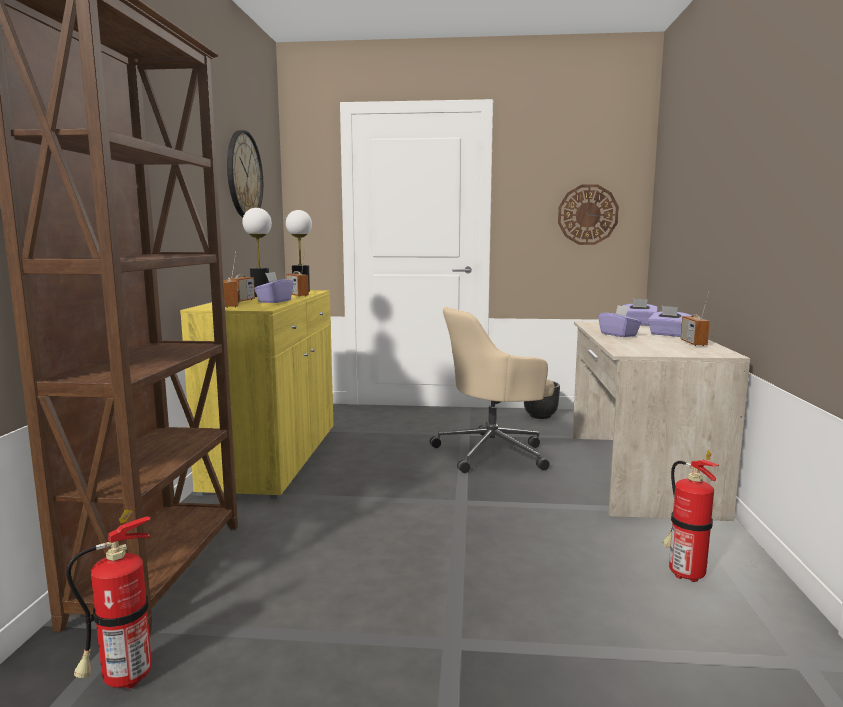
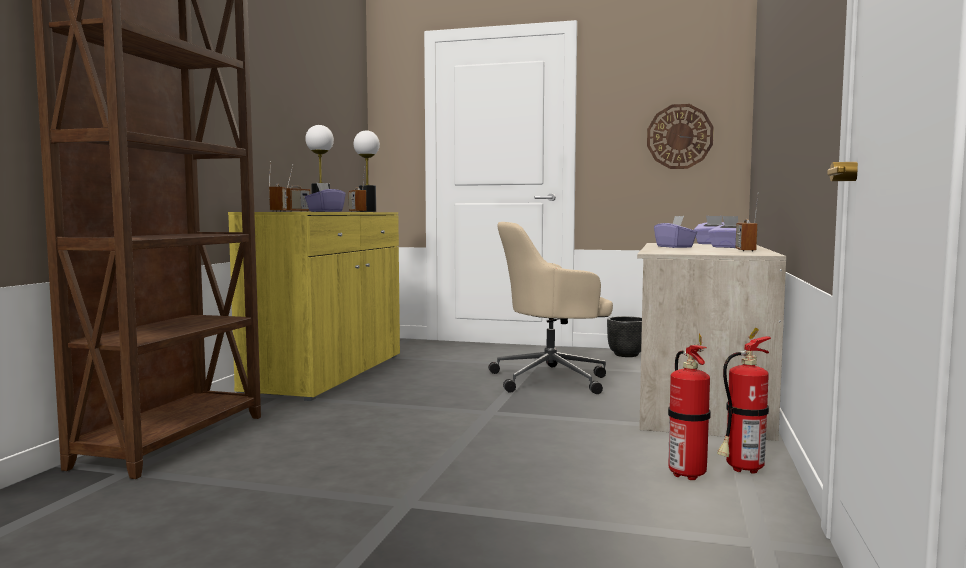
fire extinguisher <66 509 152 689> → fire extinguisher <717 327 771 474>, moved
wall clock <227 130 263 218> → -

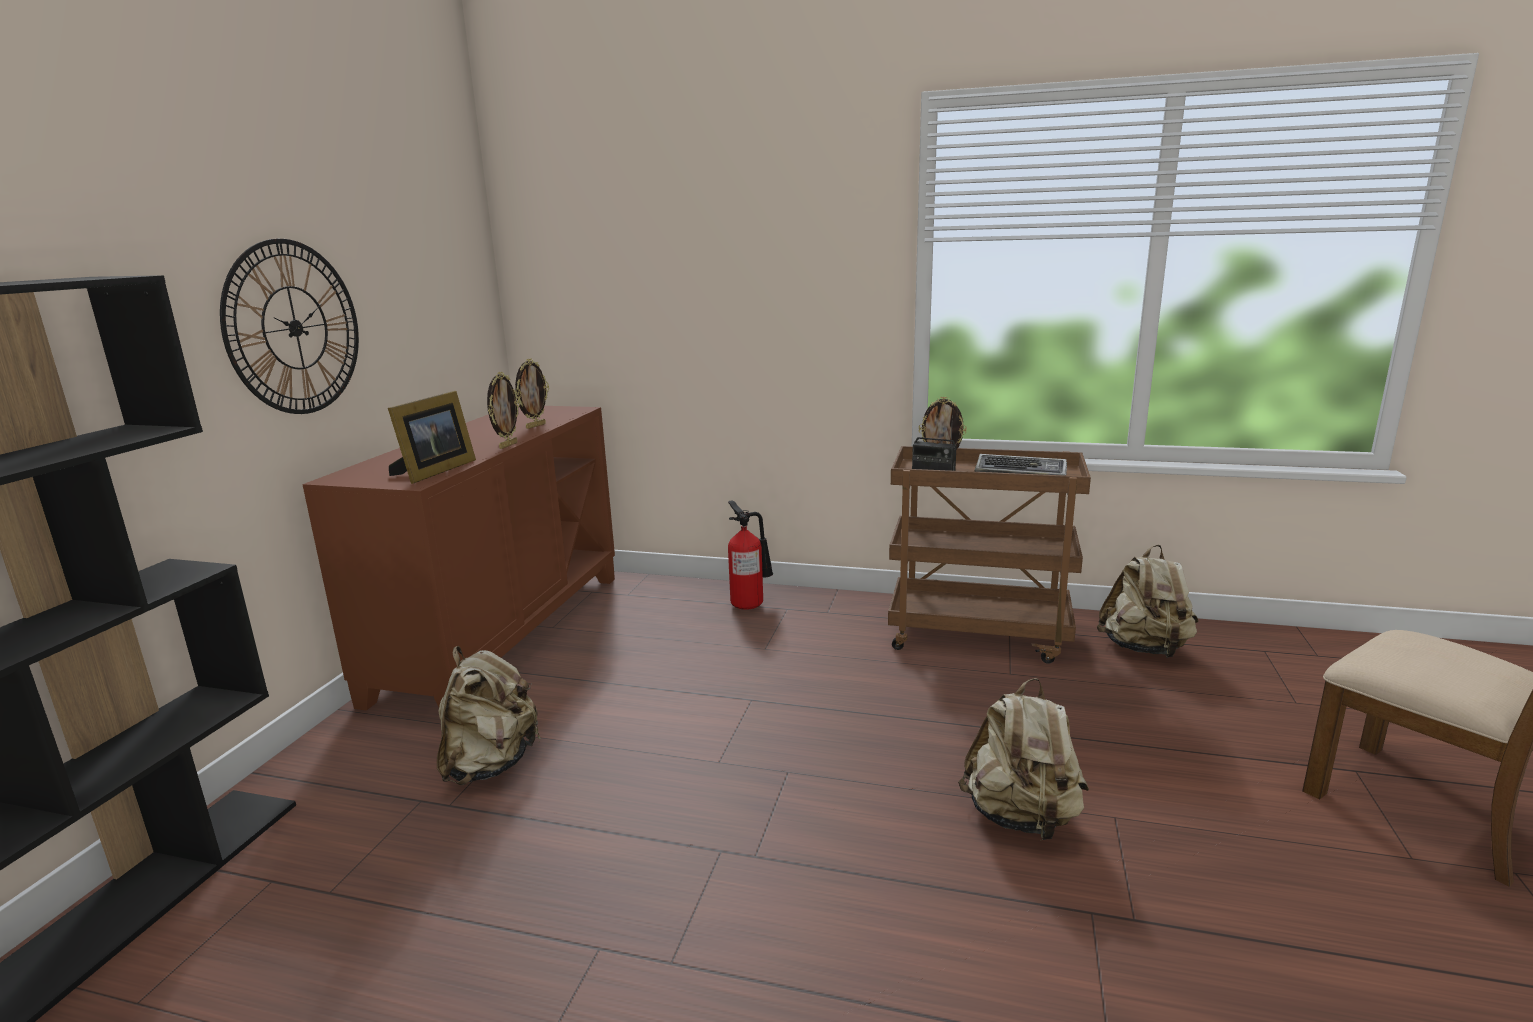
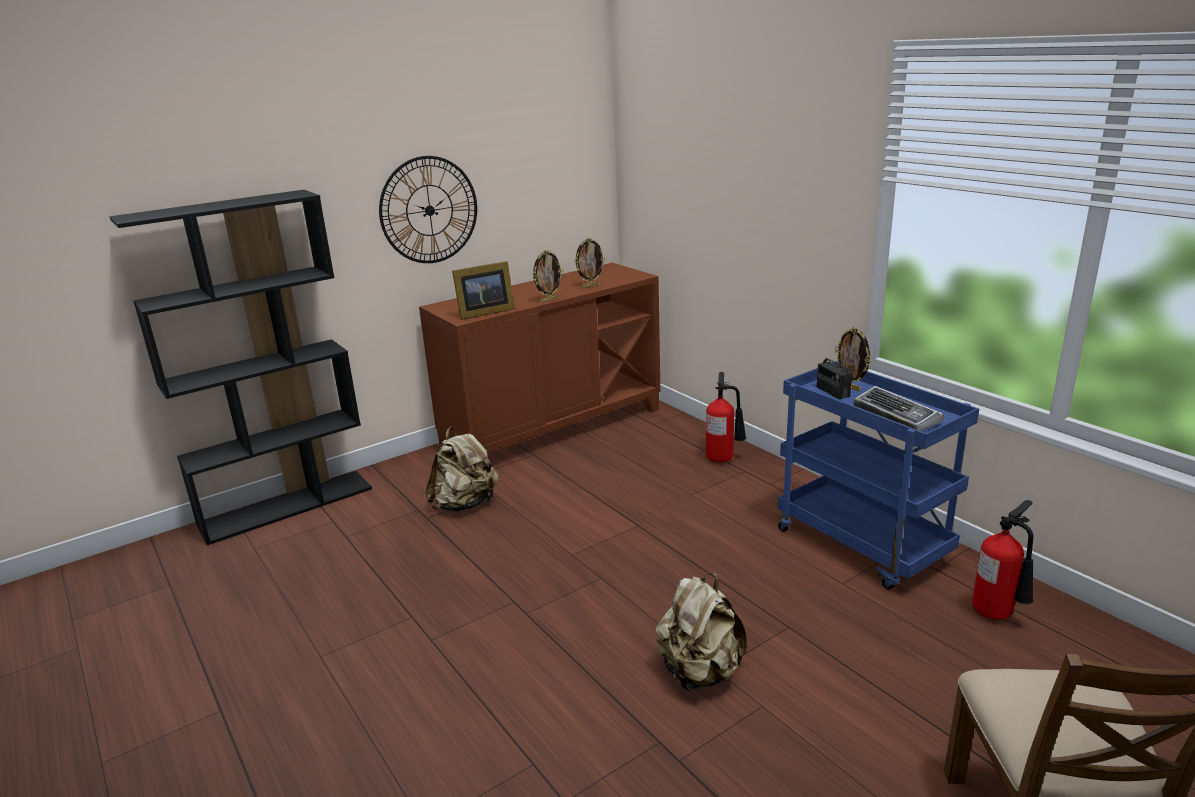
brown cart <888 446 1091 664> → blue cart <778 361 979 590>
beige backpack <1096 545 1198 658> → fire extinguisher <972 500 1034 620>

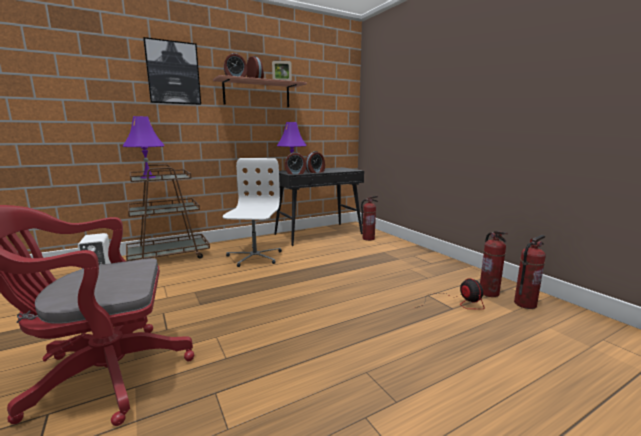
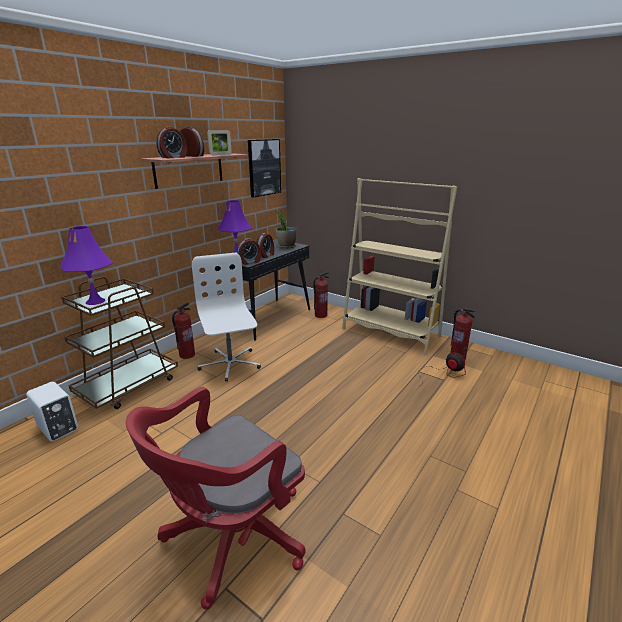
picture <143 37 201 105> → picture <248 139 281 197>, moved
fire extinguisher <514 235 546 309> → fire extinguisher <172 302 195 359>, moved
- → potted plant <276 211 296 248>
- → beige bookcase <342 178 457 355>

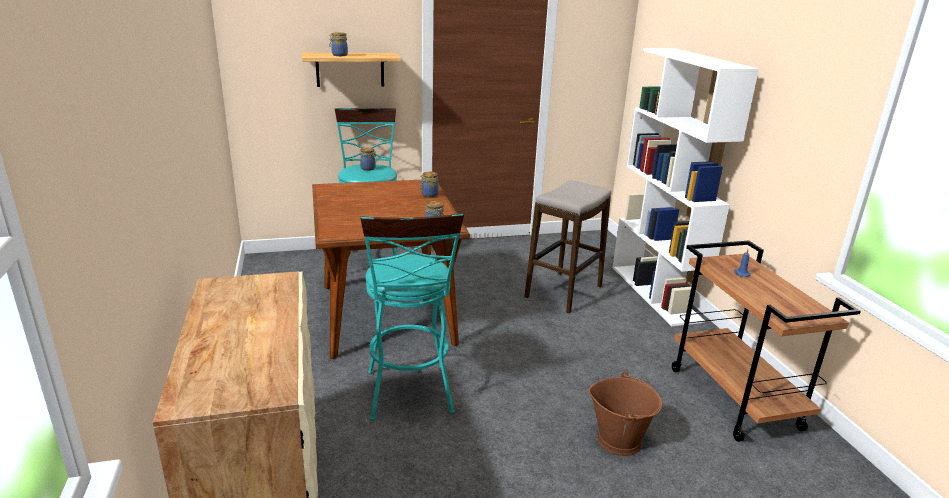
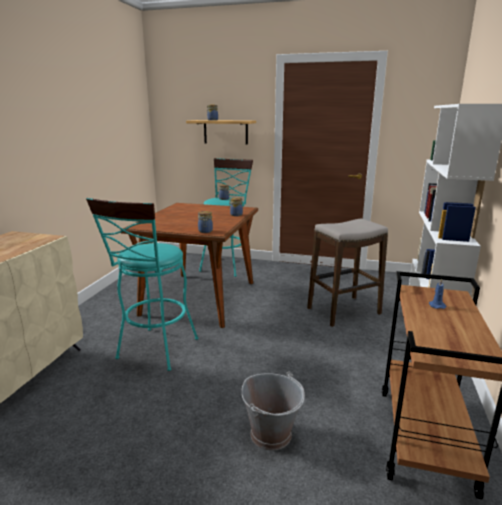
brown bucket <589 372 662 456> → grey bucket <241 372 305 451>

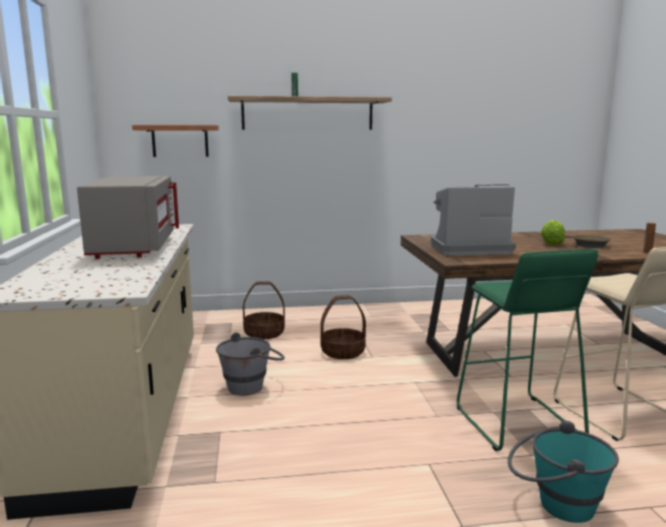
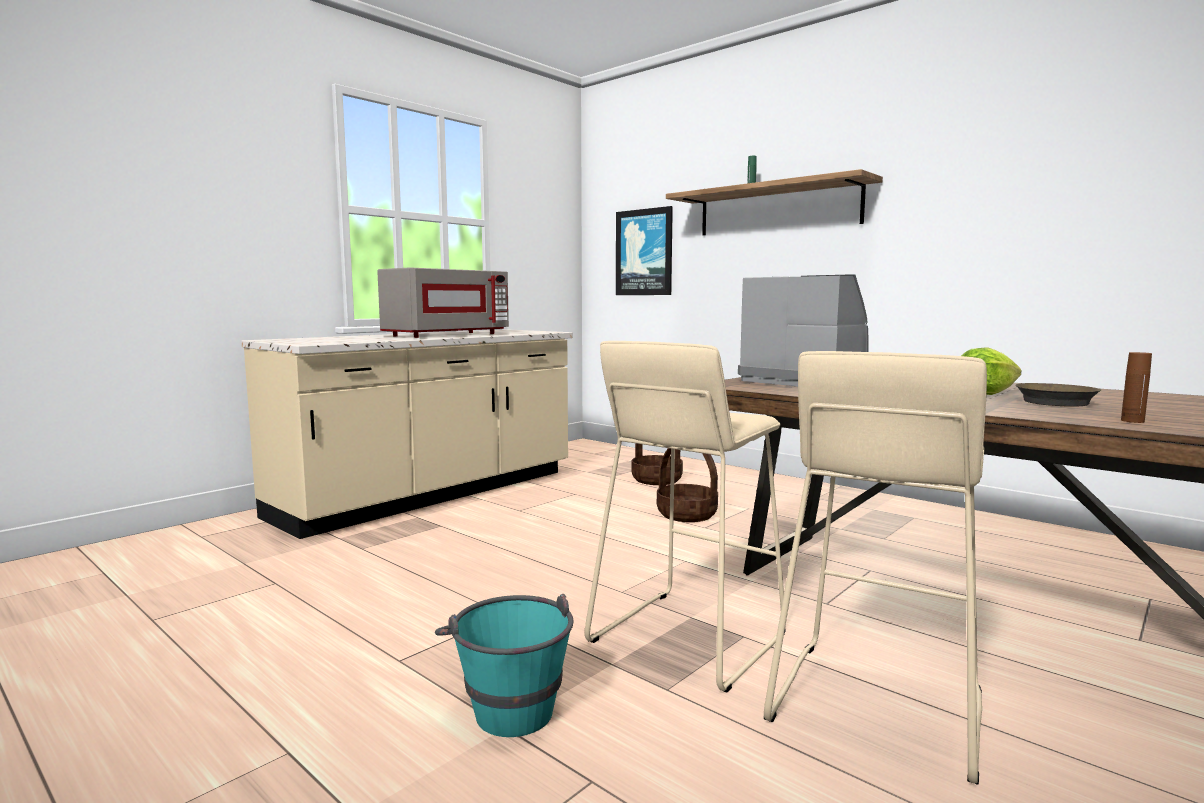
shelf <132 125 219 157> → picture <616 206 673 295>
grey bucket <216 332 285 396> → -
green stool <457 249 598 451> → beige stool <585 341 786 693>

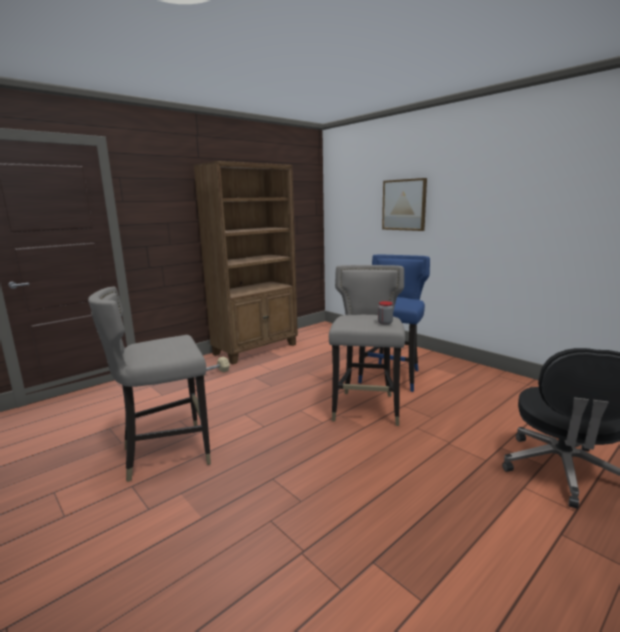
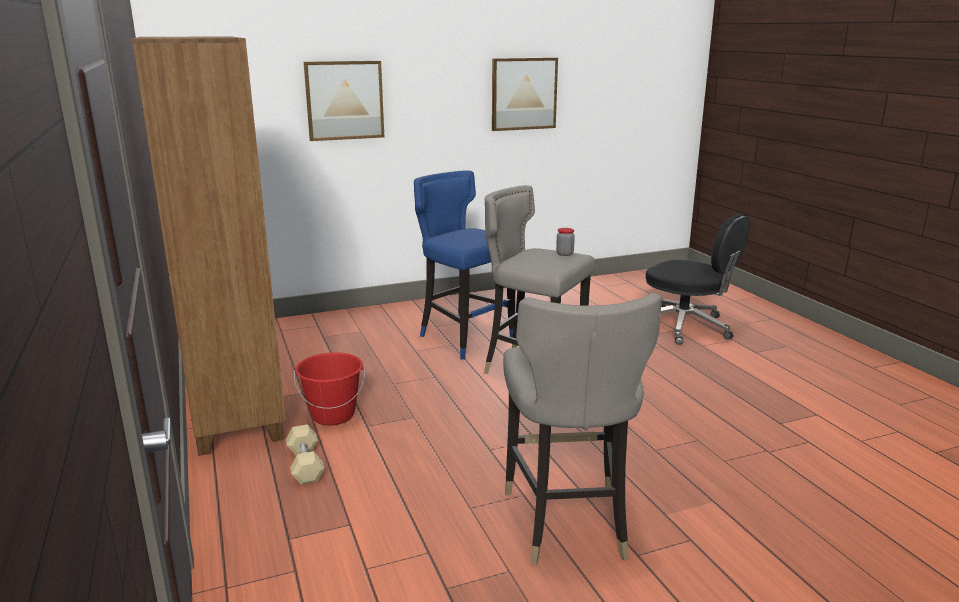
- → red bucket <294 352 365 426>
- → picture <492 57 558 131>

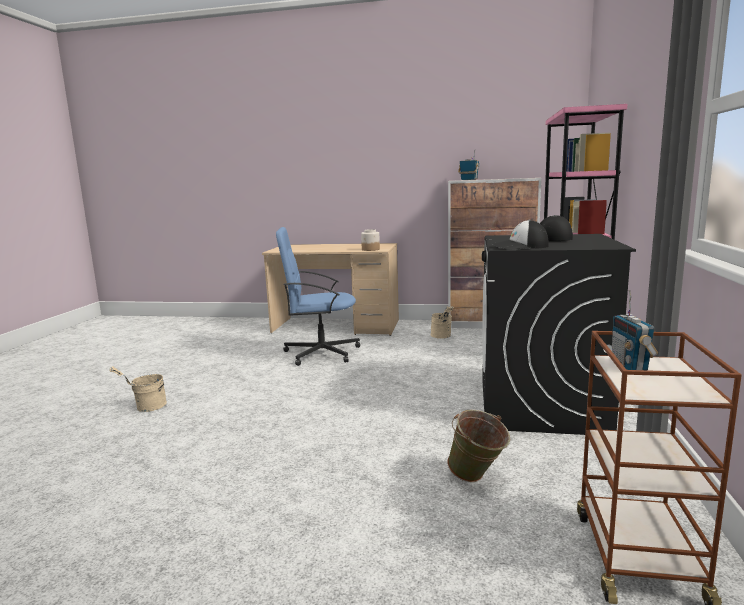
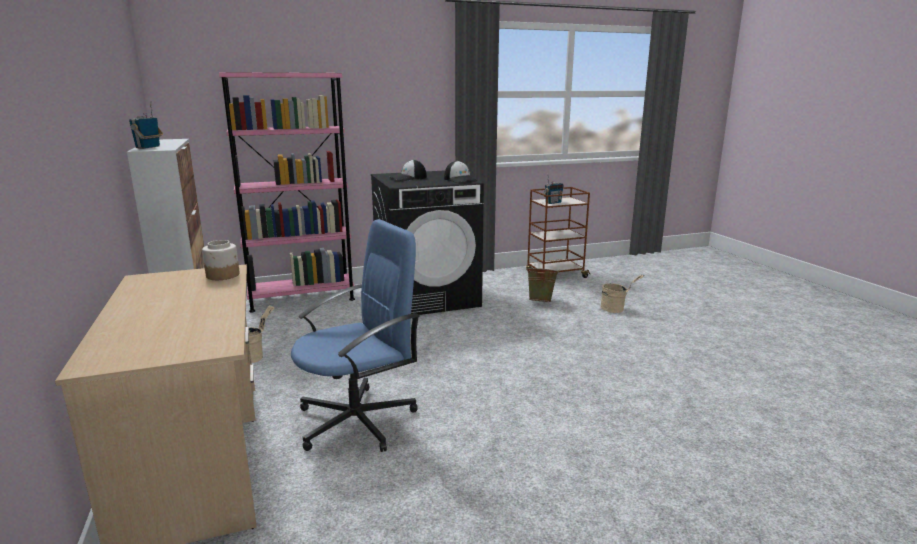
beige bucket <109 366 167 412> → beige bucket <601 274 644 313>, moved
blue office chair <276 227 360 366> → blue office chair <291 219 420 452>, 90 degrees counterclockwise

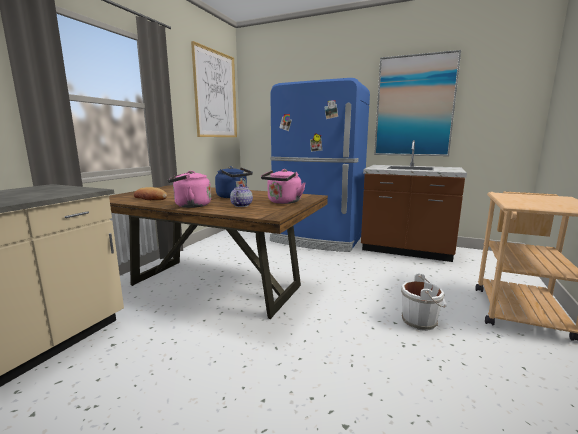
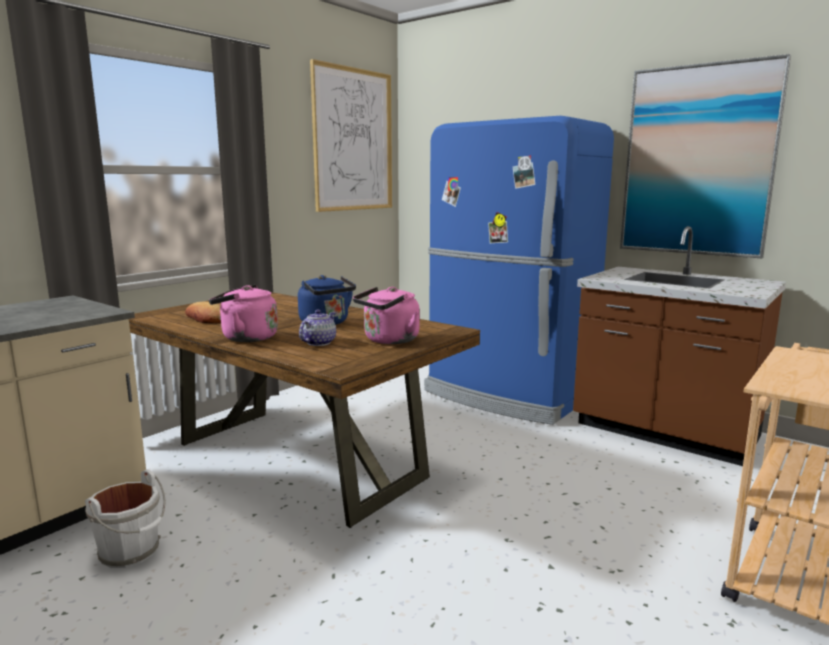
white bucket <401 273 447 331> → white bucket <85 470 166 568>, moved

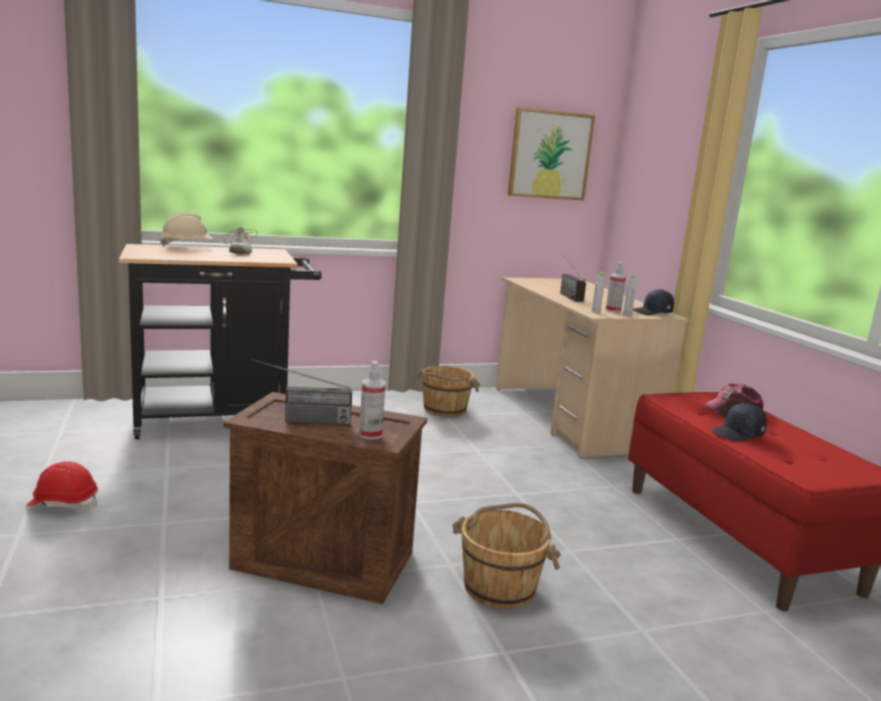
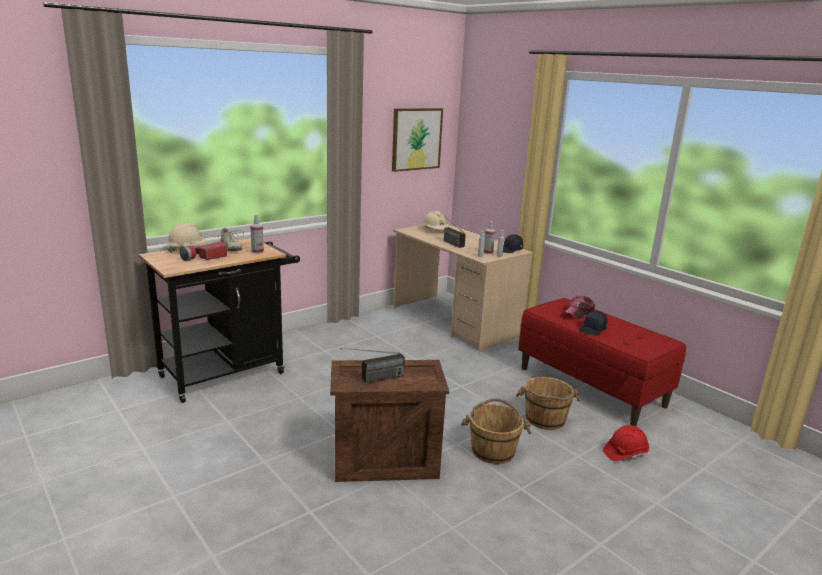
red hard hat <26 461 98 511> → red hard hat <603 425 649 461>, moved
spray bottle <359 361 386 440> → spray bottle <250 215 264 254>, moved
brown bucket <416 366 480 417> → brown bucket <516 377 580 430>, moved
- → flashlight <179 241 227 261>
- → beige hard hat <423 211 449 229>

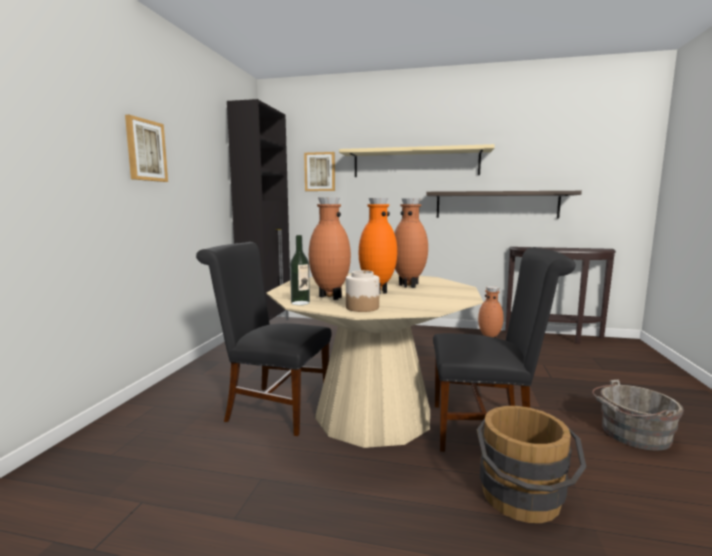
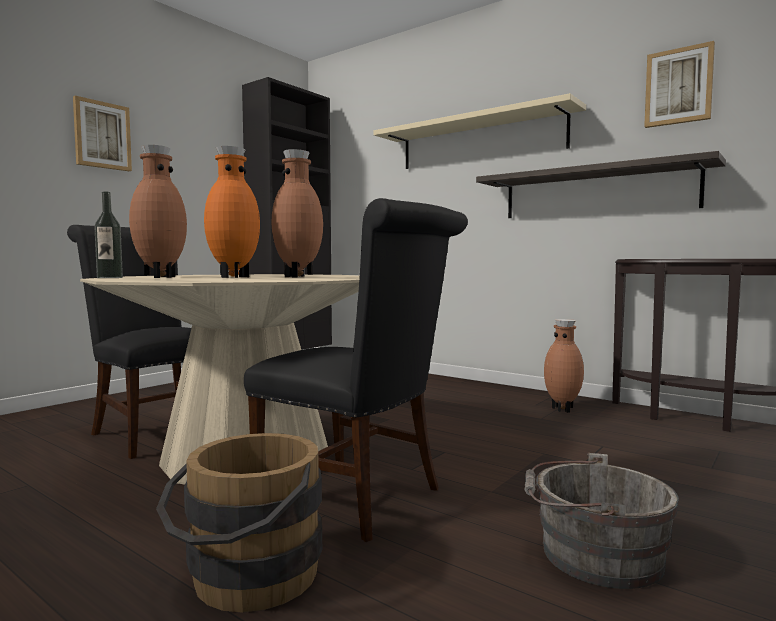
picture <304 152 335 191> → picture <644 41 715 128>, moved
jar <346 270 380 312> → -

